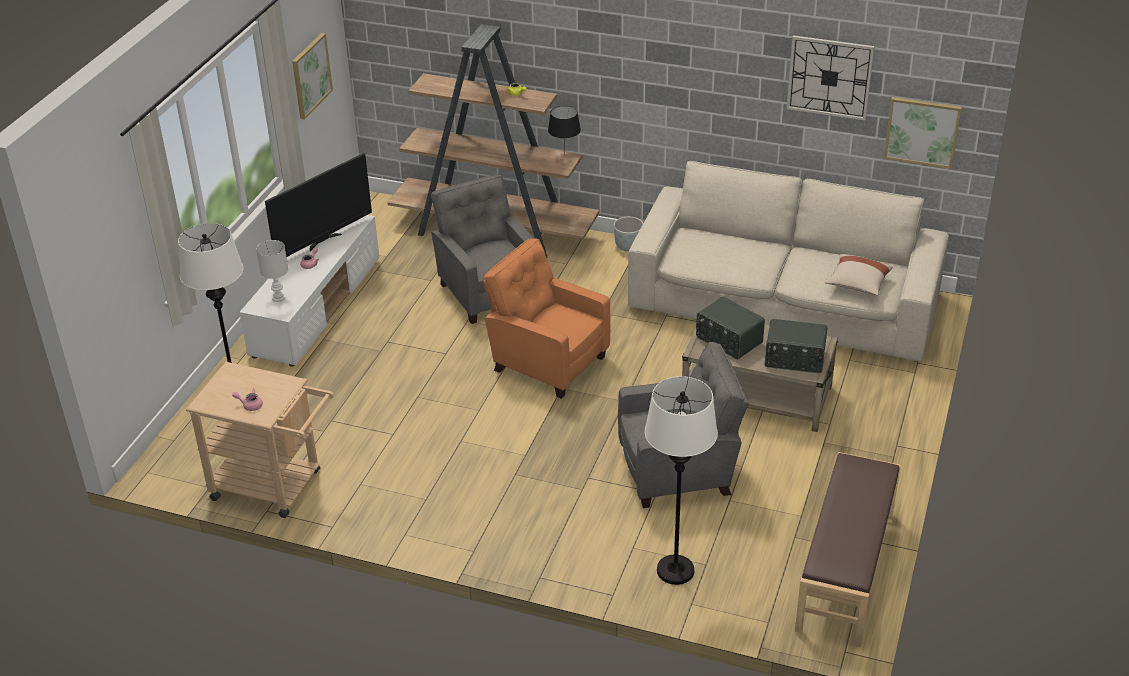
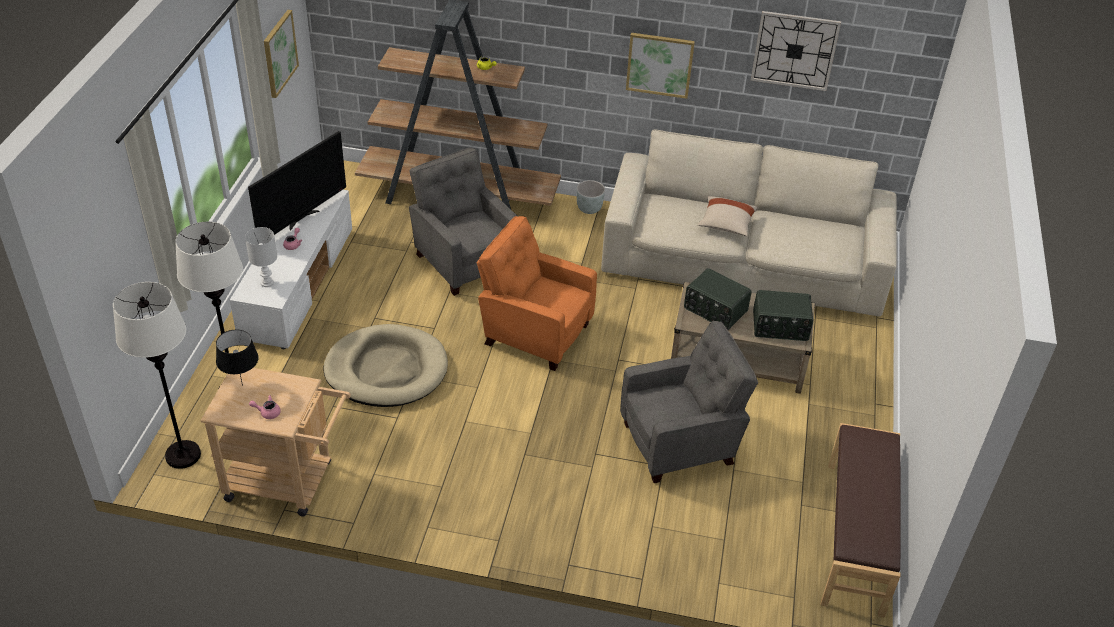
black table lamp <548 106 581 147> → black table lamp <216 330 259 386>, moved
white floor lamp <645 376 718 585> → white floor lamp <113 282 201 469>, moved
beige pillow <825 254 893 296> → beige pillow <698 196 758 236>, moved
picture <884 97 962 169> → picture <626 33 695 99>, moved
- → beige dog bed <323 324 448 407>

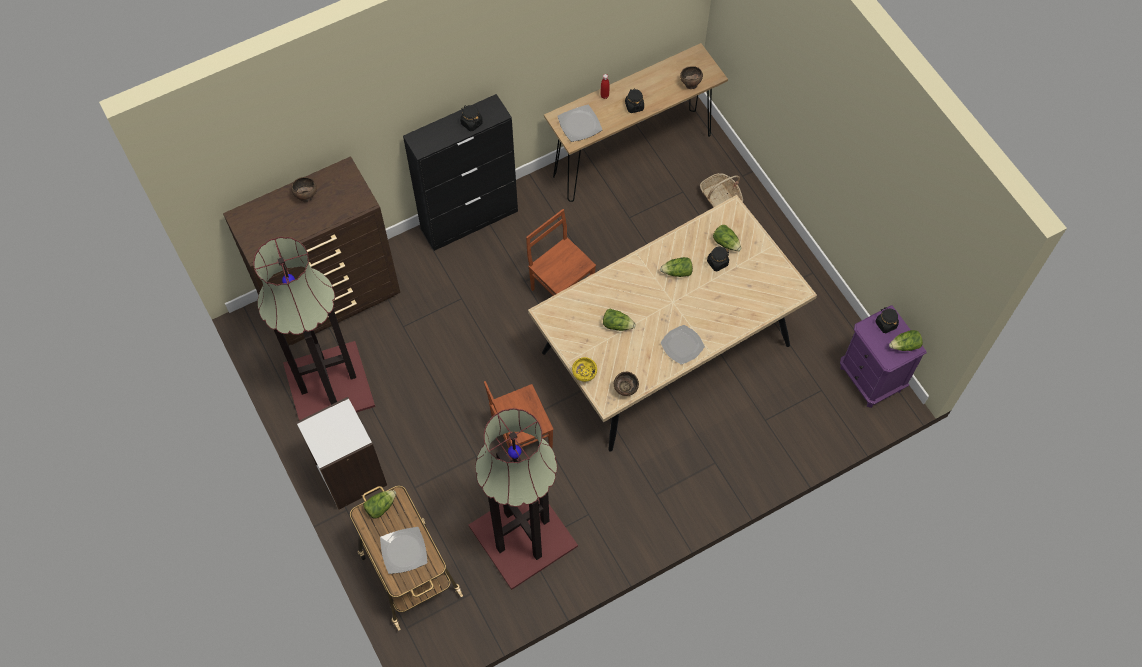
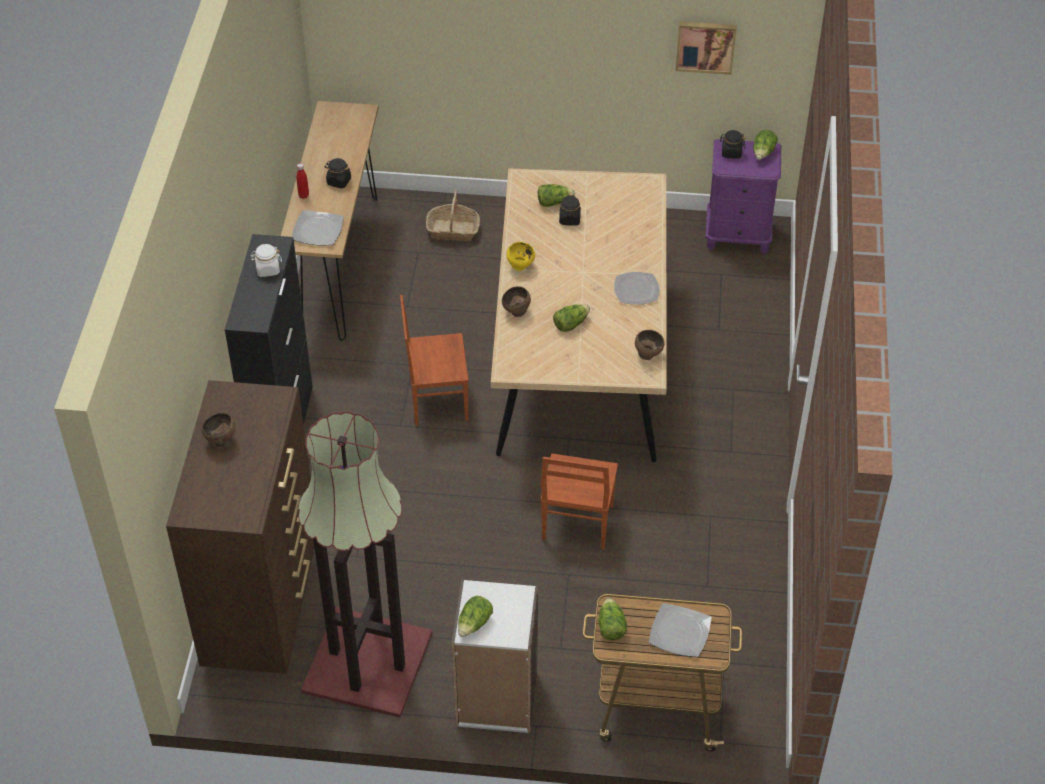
black jar <460 105 483 131> → white jar <251 244 282 277>
floor lamp <469 408 578 590> → -
yellow bowl <572 357 597 382> → yellow bowl <507 242 535 271>, moved
lettuce <660 257 693 277> → lettuce <458 596 493 637>, moved
brown bowl <680 66 703 89> → brown bowl <502 286 531 317>, moved
- → picture <676 21 737 75>

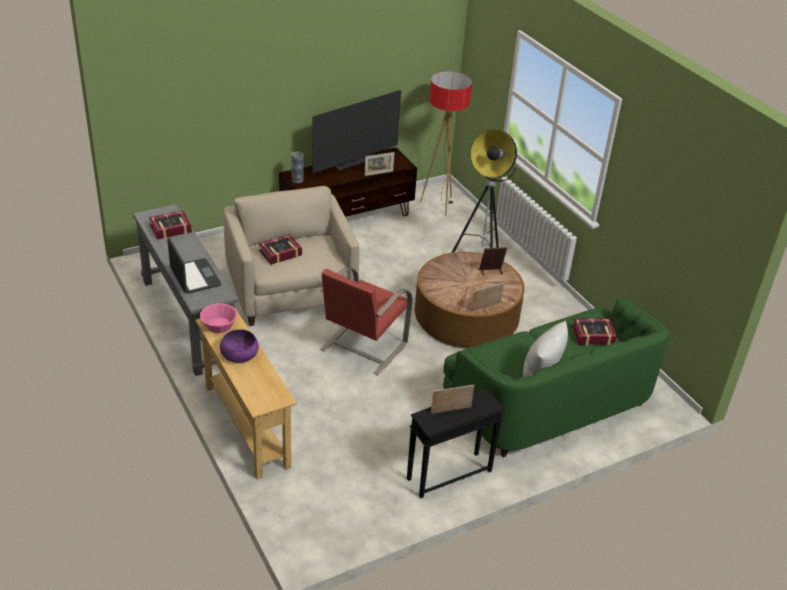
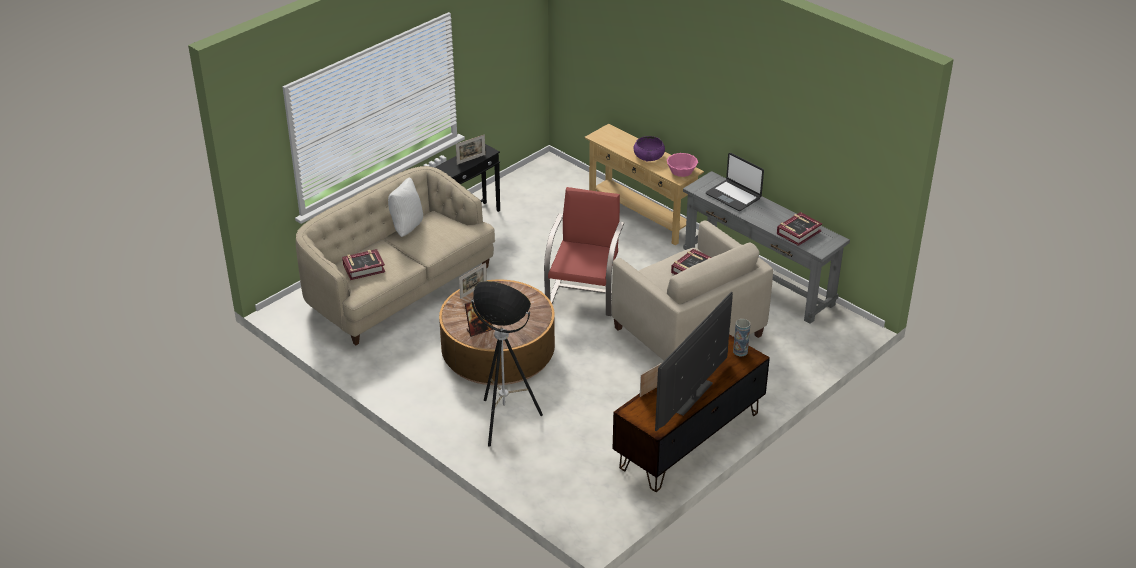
floor lamp <420 71 472 215> → -
green sofa <443 298 669 457> → beige sofa <296 166 495 345>

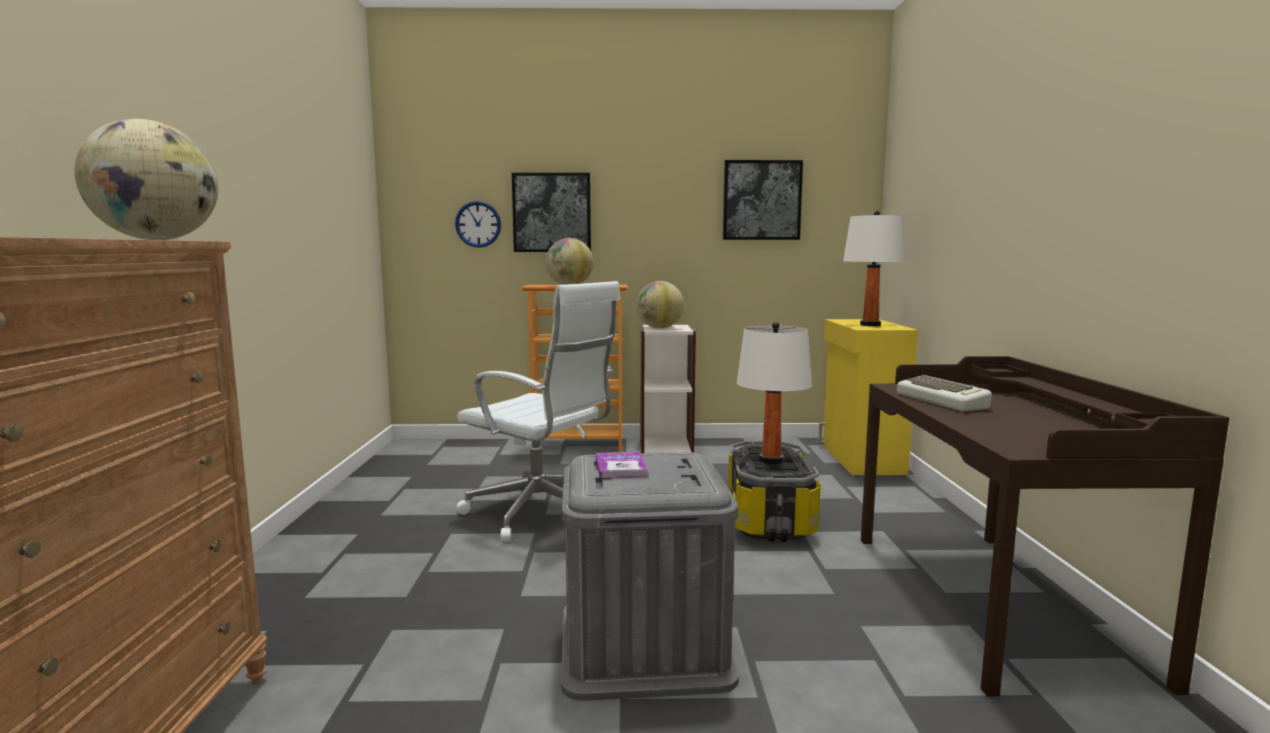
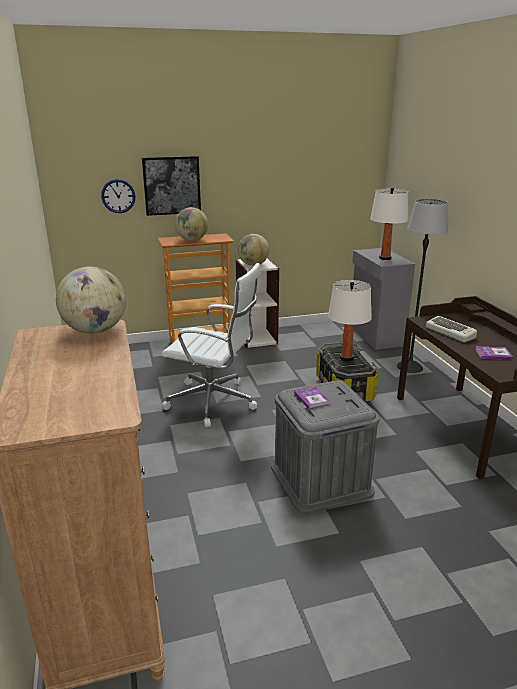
picture <723 160 803 240> → -
yellow cabinet <818 319 918 475> → grey cabinet <352 248 415 350>
- → floor lamp <397 199 448 373>
- → book <475 346 513 360>

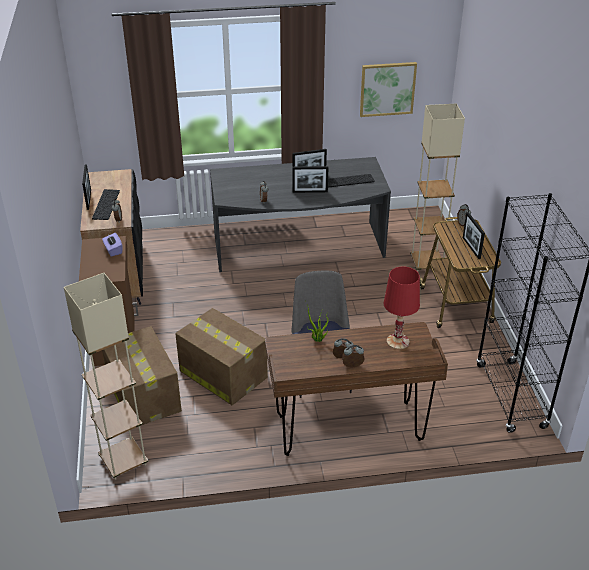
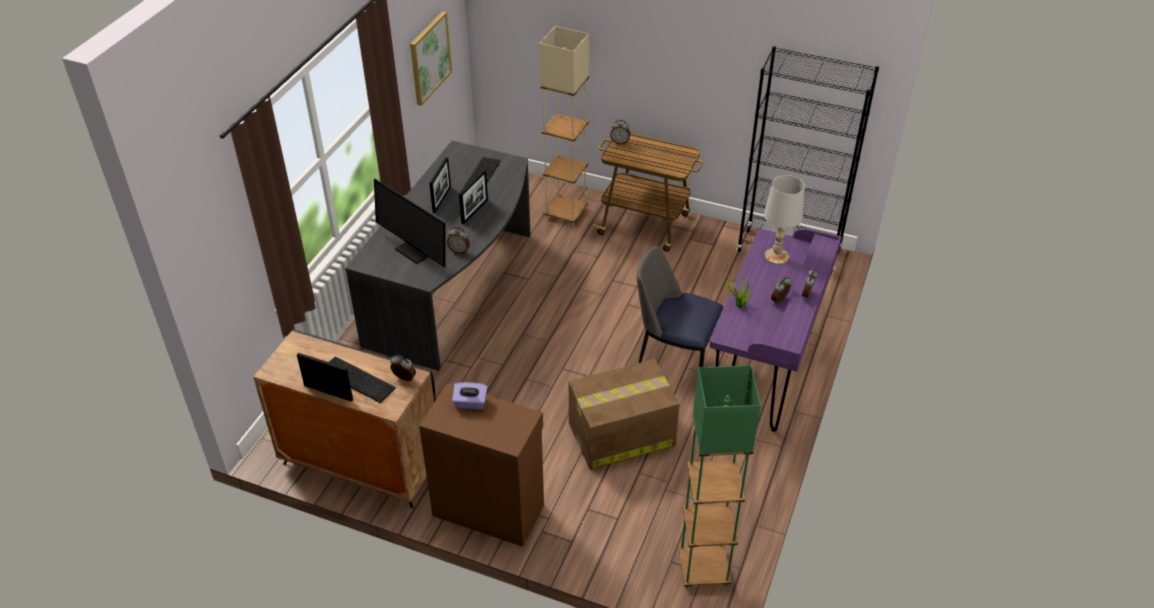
beige floor lamp <64 273 148 480> → green floor lamp <678 365 761 588>
cardboard box <102 326 182 425> → -
brown desk <265 322 448 456> → purple desk <709 228 841 432>
red table lamp <384 266 420 349> → white table lamp <764 175 805 264>
picture frame <463 212 485 259> → -
- → monitor <374 178 446 267>

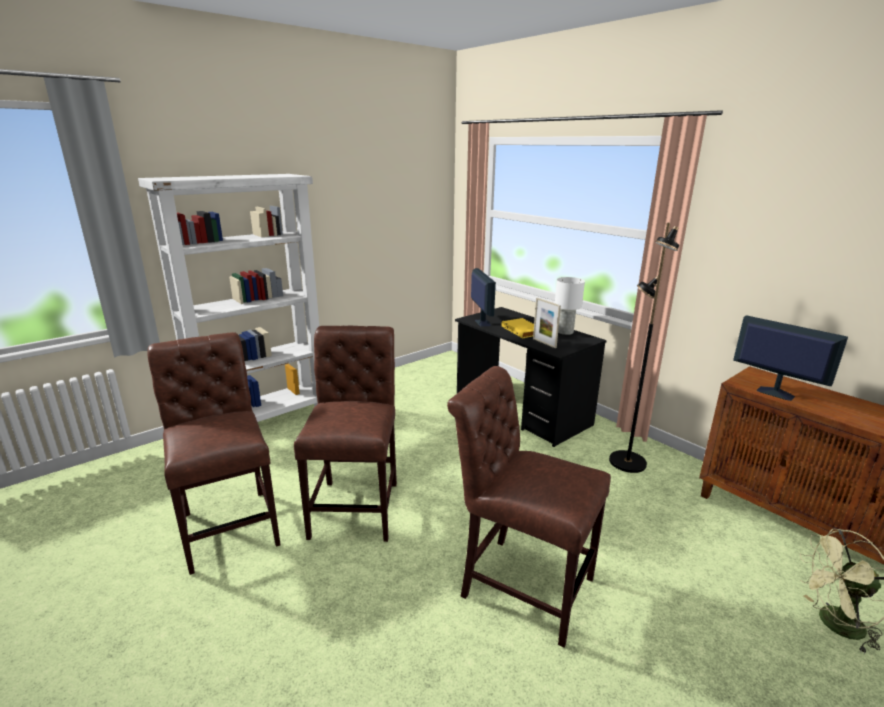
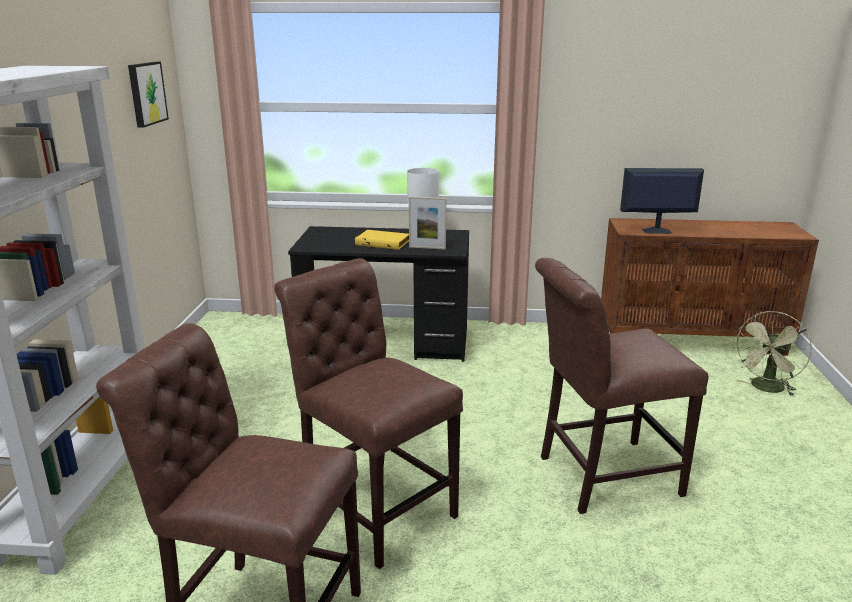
monitor <471 268 496 327> → -
black floor lamp <609 223 679 473> → -
- → picture <128 62 169 128>

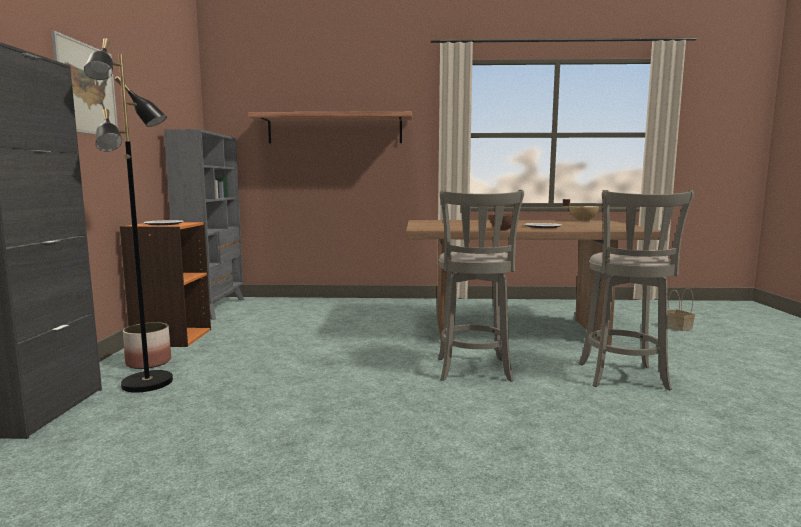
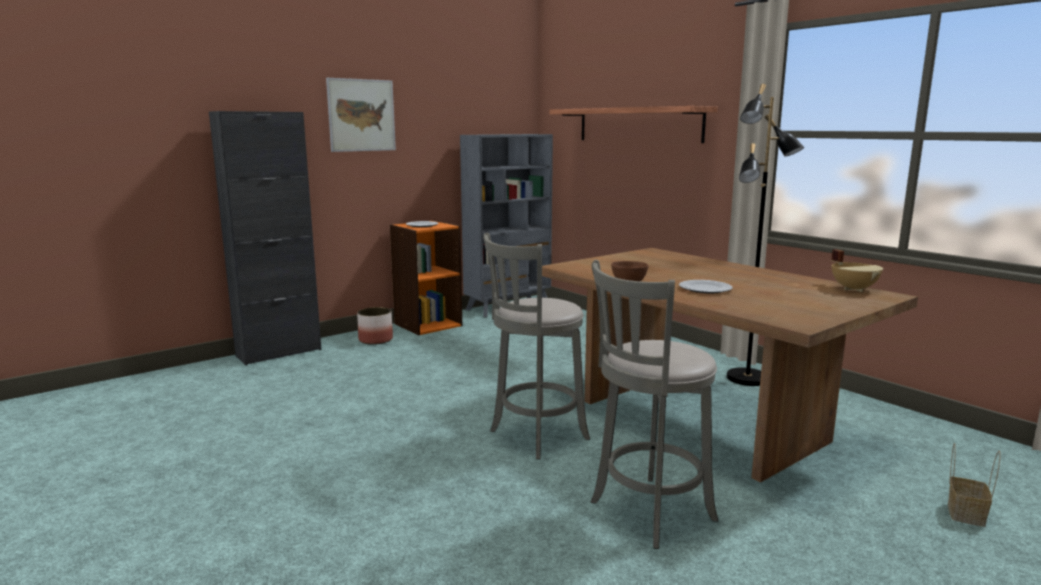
black floor lamp <84 38 173 393> → black floor lamp <727 84 804 386>, moved

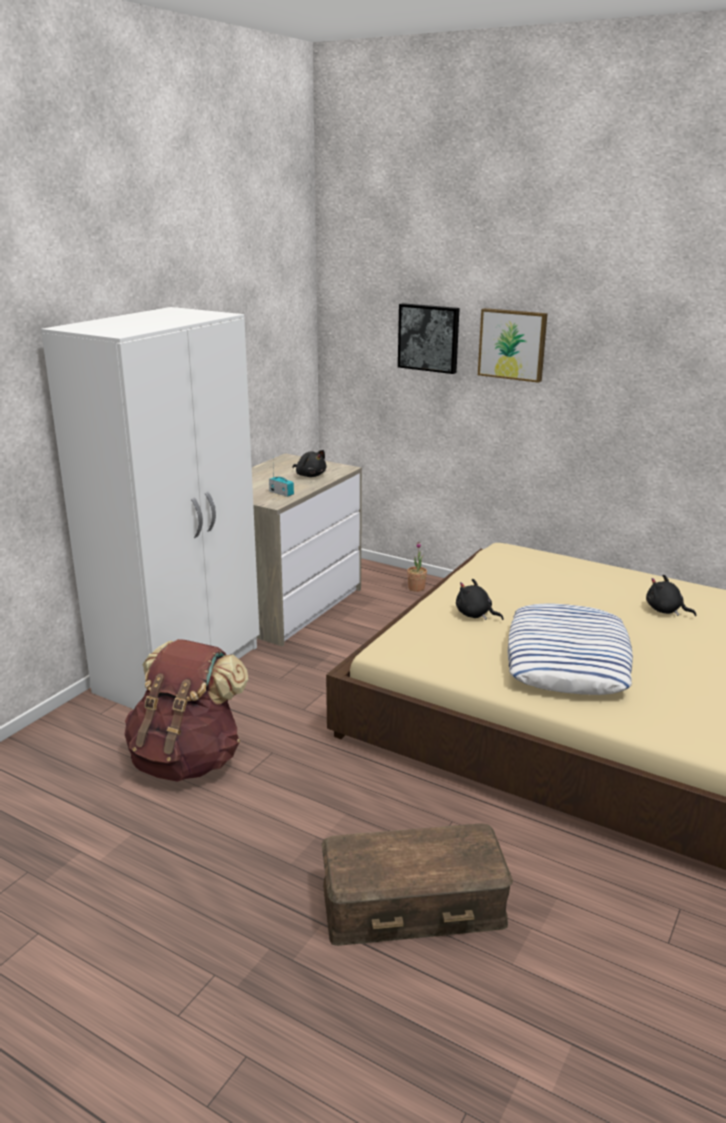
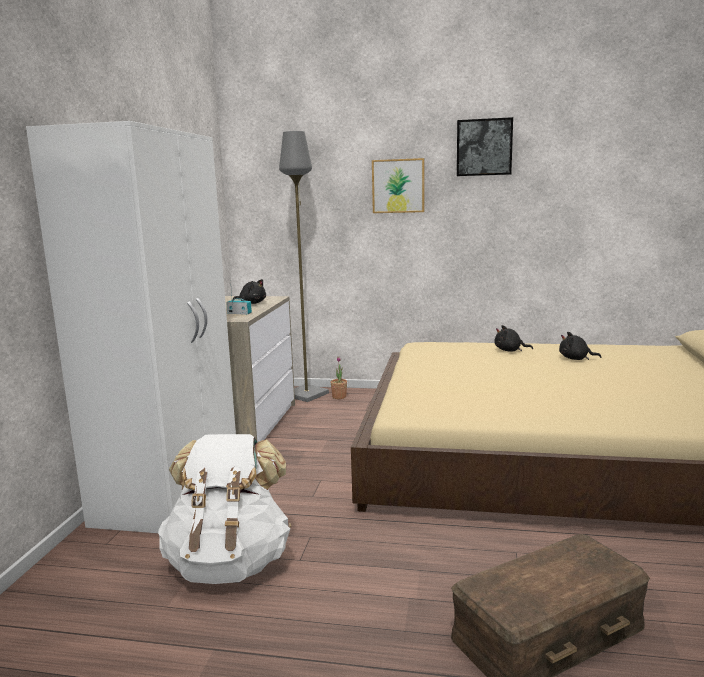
brown backpack <125 639 248 782> → white backpack <158 434 291 584>
picture <398 303 460 374> → picture <457 117 513 176>, moved
black plush toy <456 579 504 620> → black plush toy <494 325 533 352>, moved
pillow <507 604 633 695> → -
- → grey floor lamp <279 131 329 402>

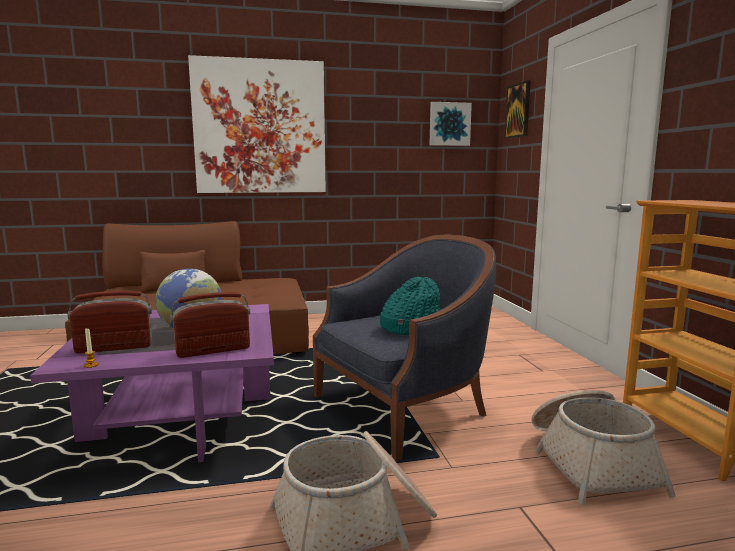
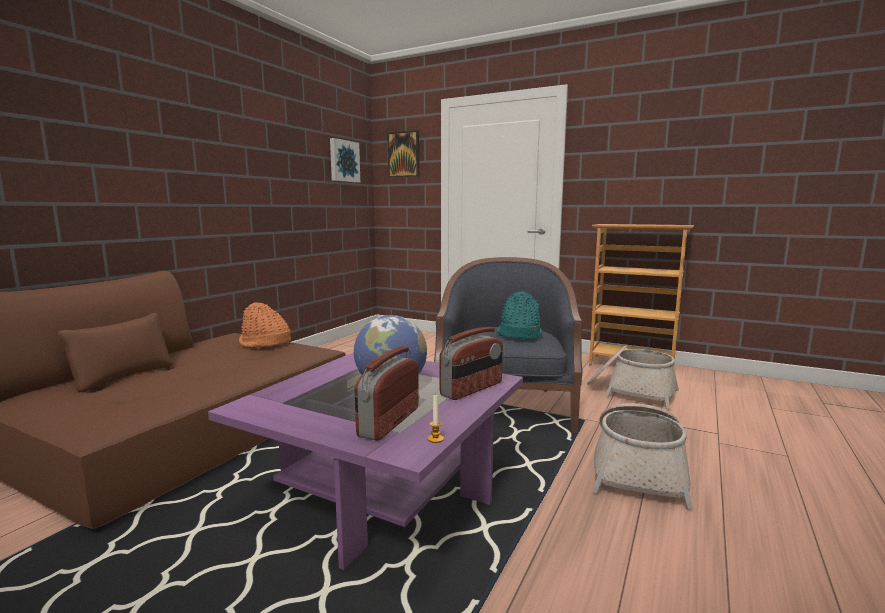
radio <170 292 250 358> → radio <440 327 503 400>, 150 degrees counterclockwise
picture <188 55 326 193> → -
- → orange hat <239 302 291 348>

